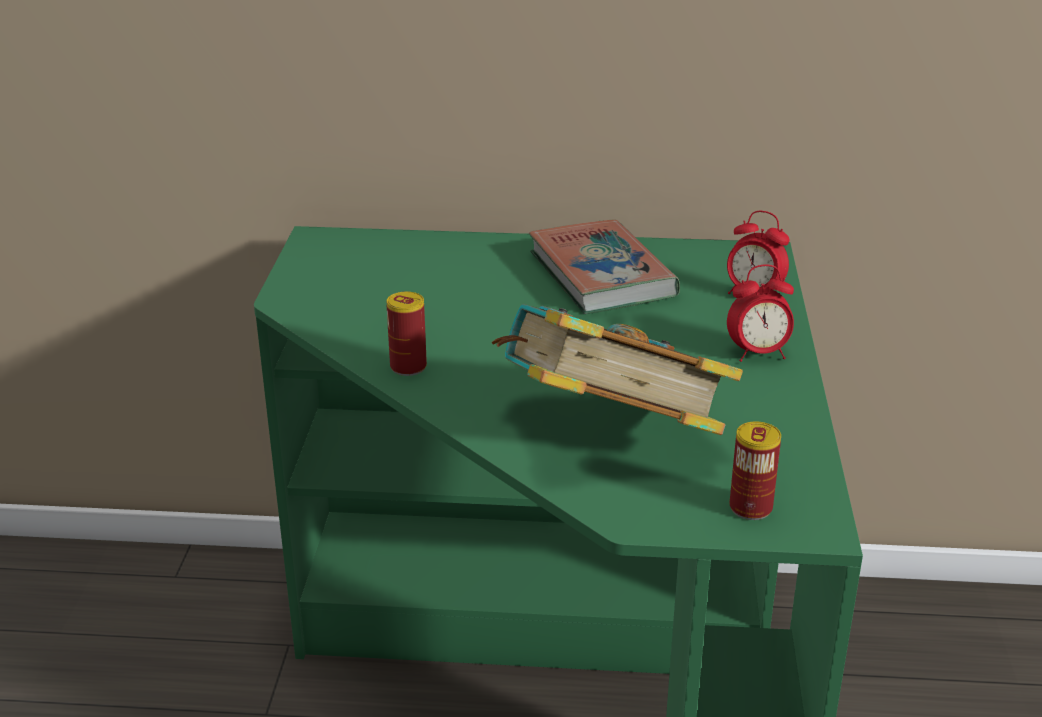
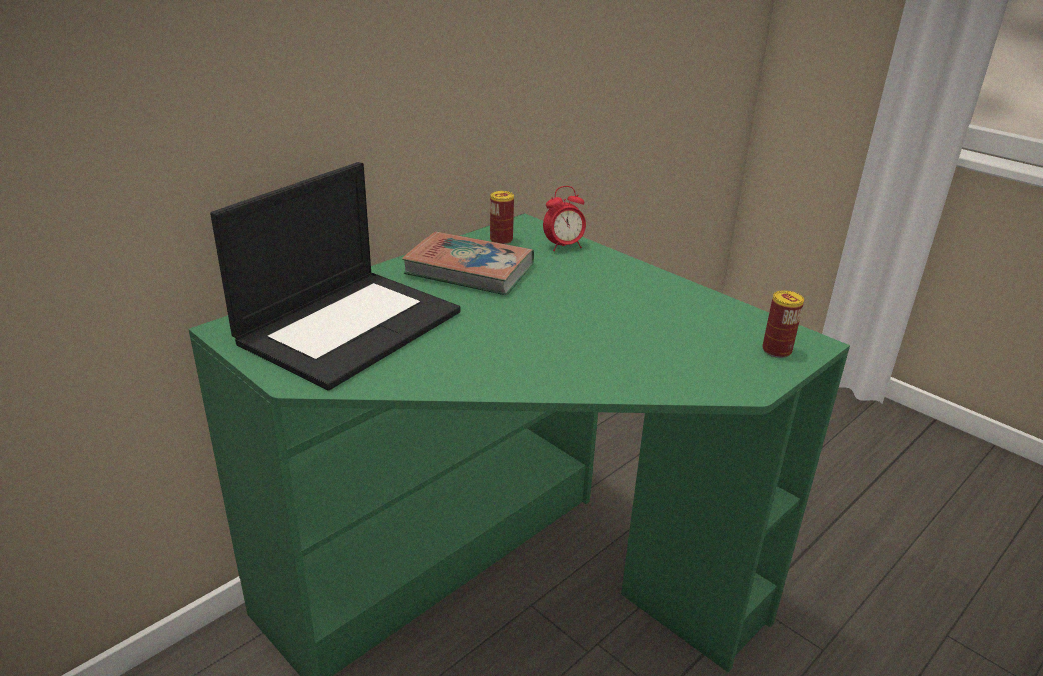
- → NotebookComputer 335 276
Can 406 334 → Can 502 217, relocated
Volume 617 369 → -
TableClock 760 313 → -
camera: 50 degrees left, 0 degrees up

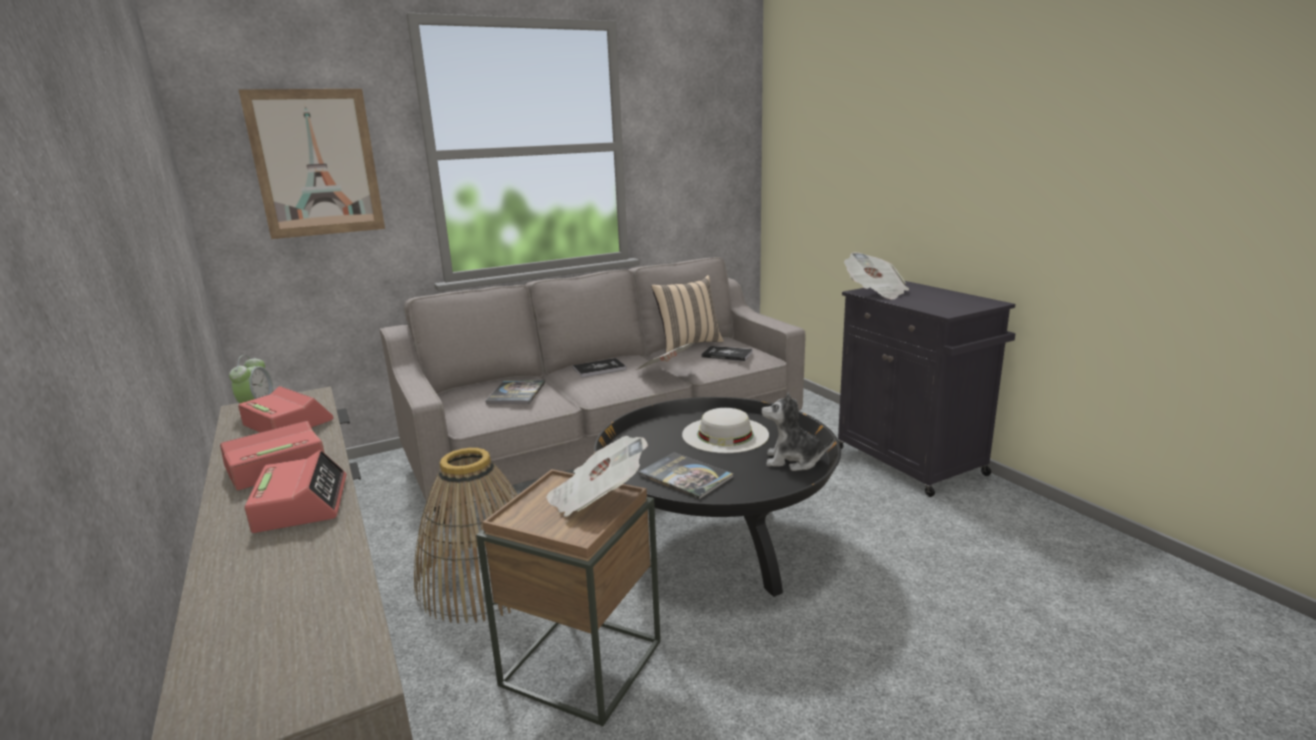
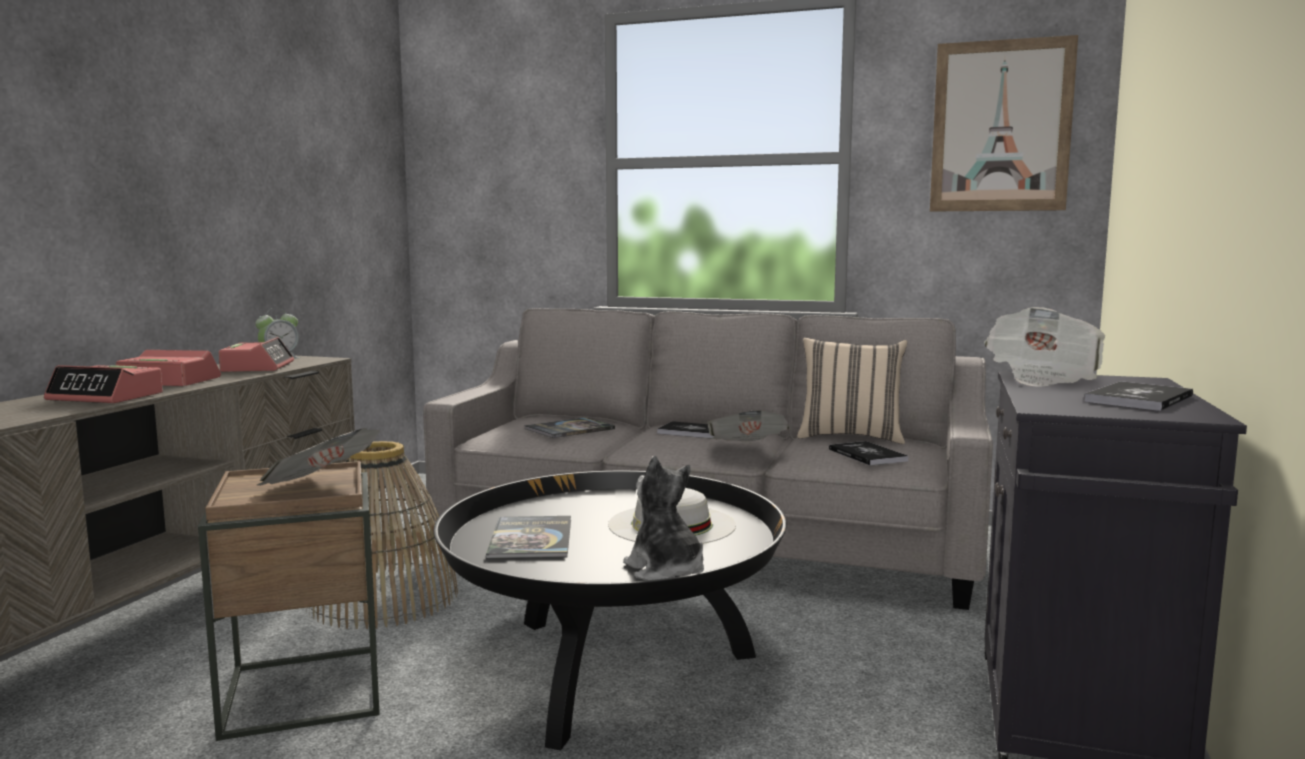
TableClock 295 491 → TableClock 103 384, 75 degrees clockwise
WallPicture 311 164 → WallPicture 1004 123, relocated
- → Volume 1138 396
camera: 45 degrees right, 10 degrees down

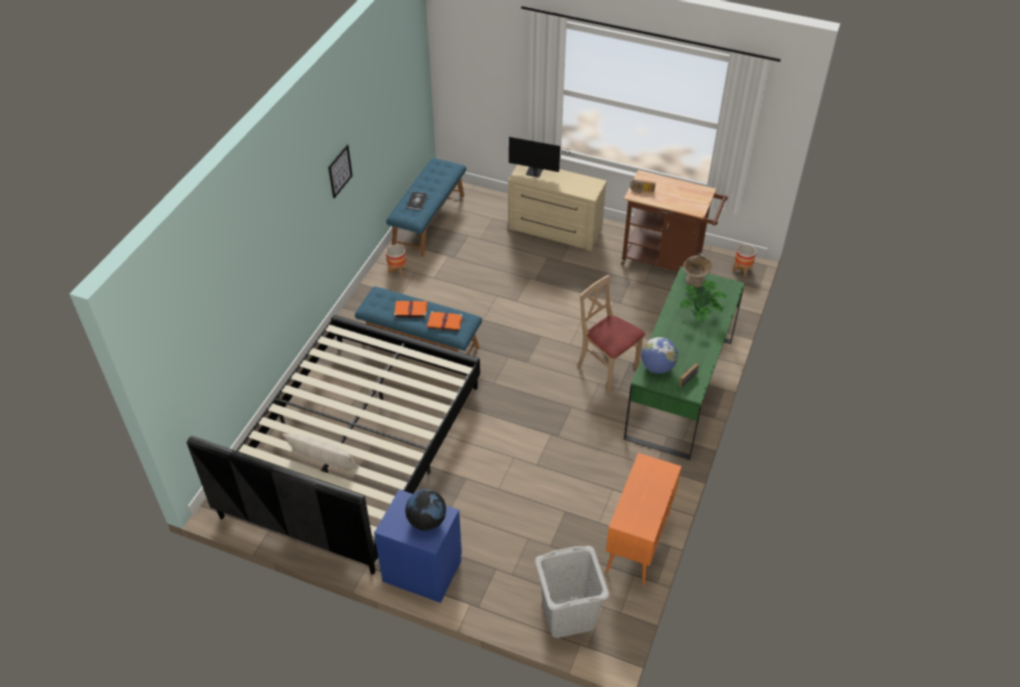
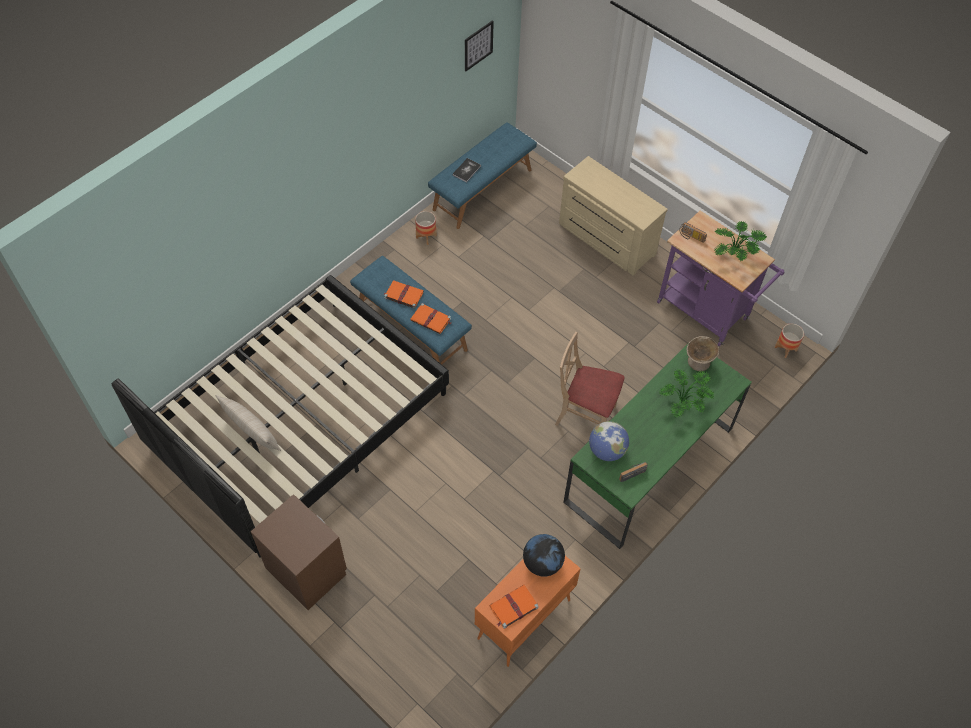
BlueNightstand 418 546 → BrownishNightstand 299 552
WallPicture 340 171 → WallPicture 479 45, relocated
- → OrangeyVolume 514 607
WorldGlobe 425 510 → WorldGlobe 544 555, relocated
BeigeColouredUprightChair 611 333 → BeigeColouredUprightChair 590 379, 45 degrees counterclockwise
BrownishCart 674 221 → PurpleCart 721 278
- → PlantInAPot 740 241
ComputerScreen 541 157 → -
GreyLaundryBasket 572 592 → -
camera: 20 degrees right, 10 degrees up

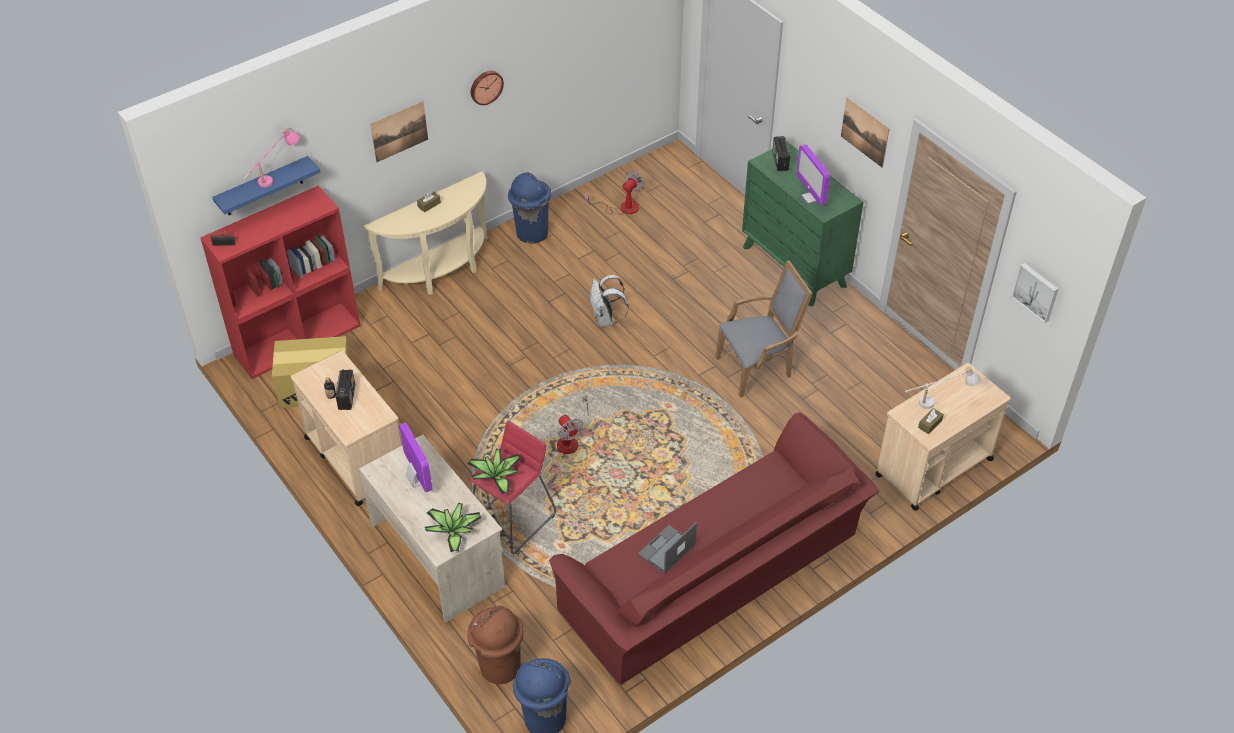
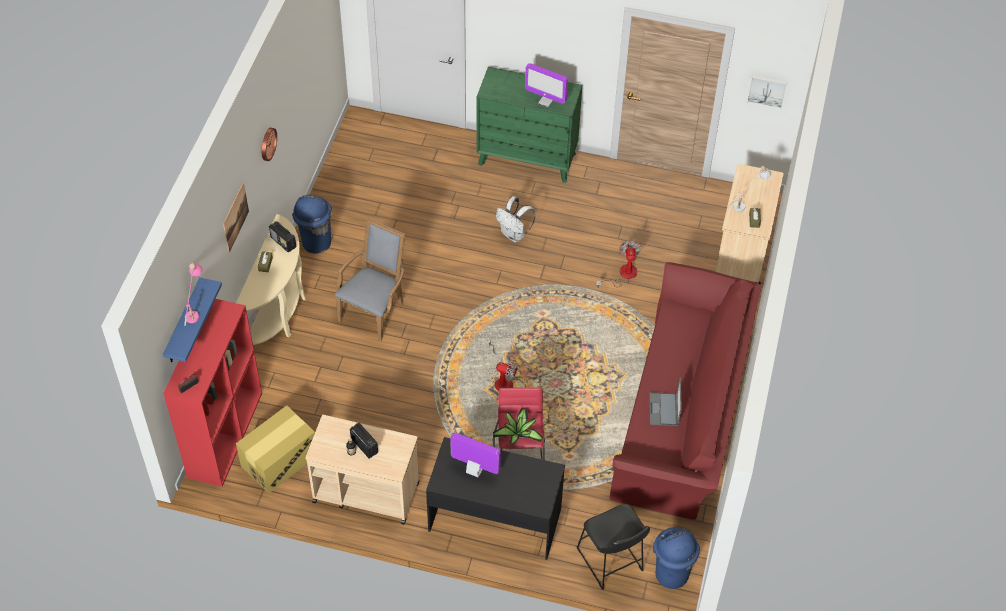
Radio 781 153 → Radio 283 237, relocated
GreyEasyChair 764 329 → GreyEasyChair 370 279, relocated
BeigeColouredDeskTable 432 528 → BlackDeskTable 495 498
WhiteKnapsack 609 301 → WhiteKnapsack 516 219, relocated
BrownishWasteBin 495 645 → BlackStoolSeat 613 547
CoolingFan 614 193 → CoolingFan 619 264, relocated
PlantInAPot 453 527 → -
WallPicture 865 132 → -
camera: 40 degrees left, 5 degrees up

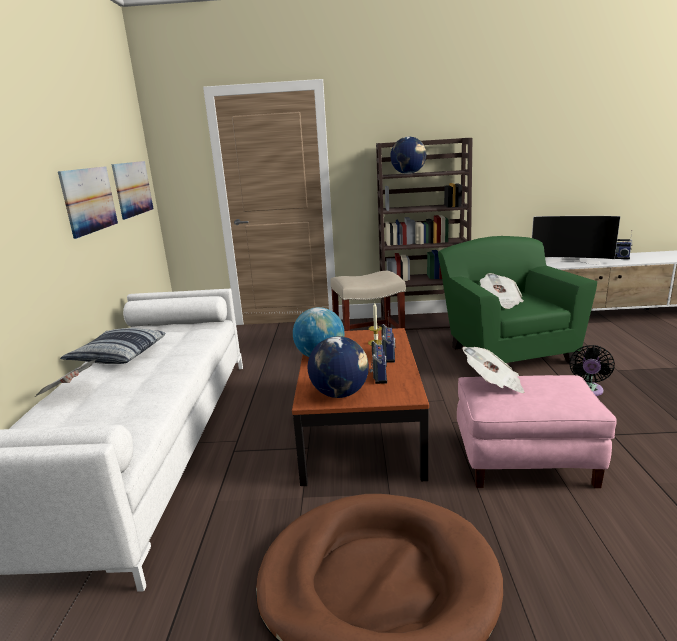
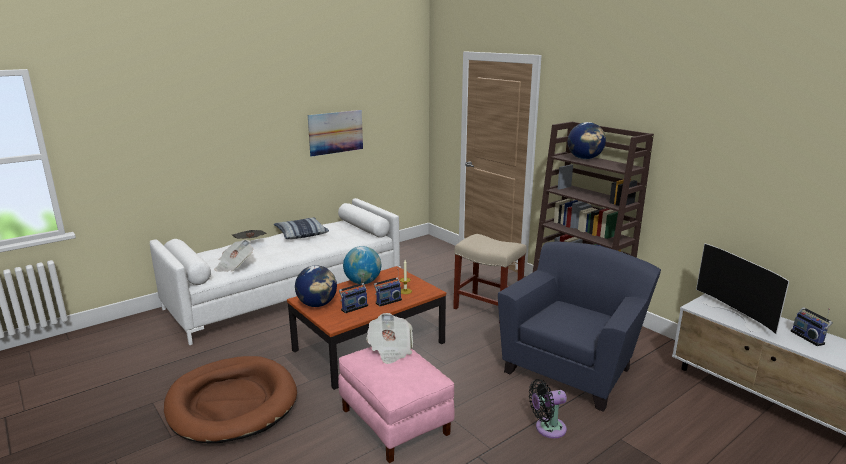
DailyPaper 502 291 → DailyPaper 233 256, relocated
GreenEasyChair 517 300 → BlueEasyChair 579 326
WallPicture 132 190 → -
camera: 50 degrees right, 0 degrees up

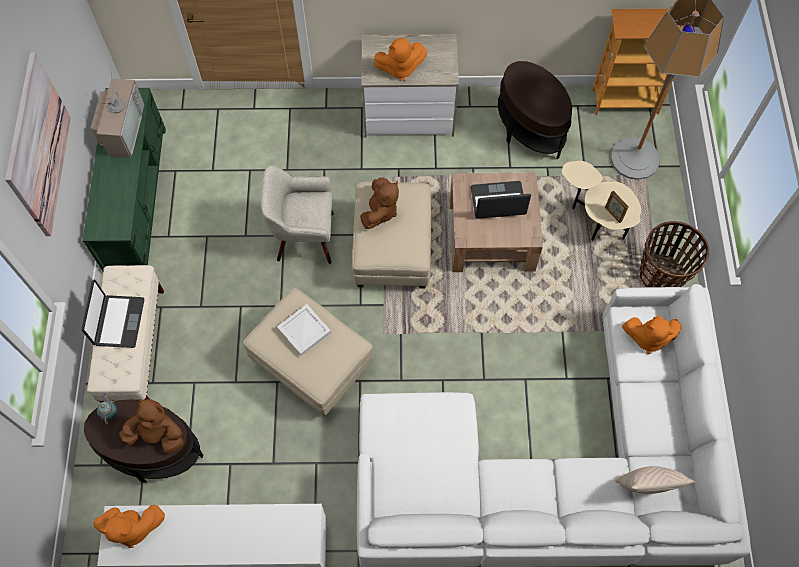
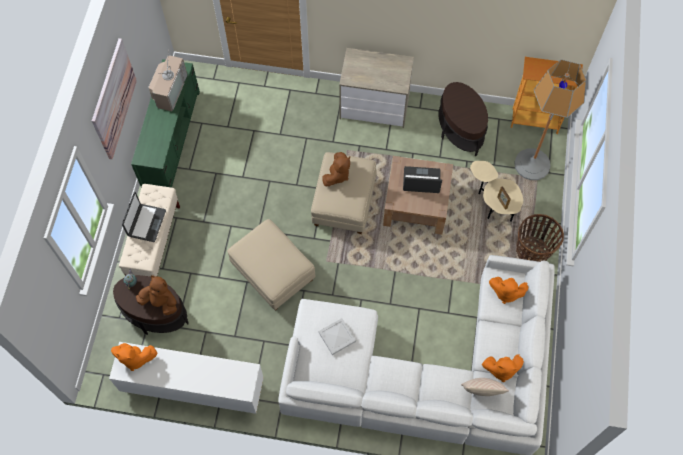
WhiteTray 304 330 → WhiteTray 337 336, relocated
OrangeyCuddlyToy 400 59 → OrangeyCuddlyToy 503 368, relocated
BeigeColouredEasyChair 297 214 → -
camera: 10 degrees right, 0 degrees up

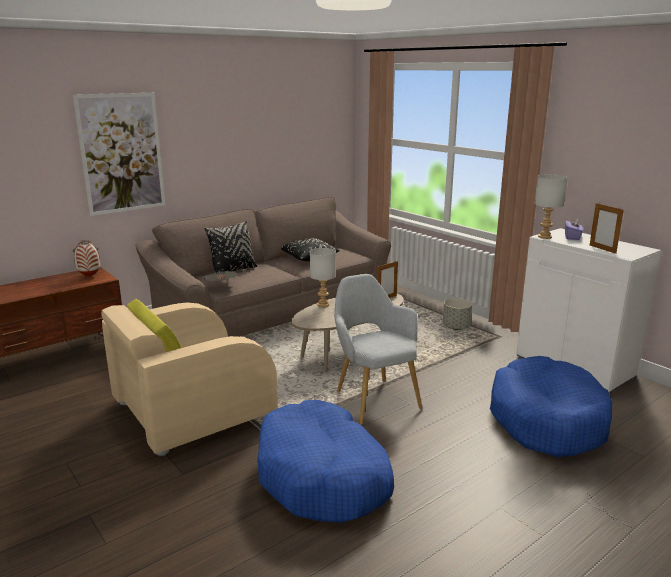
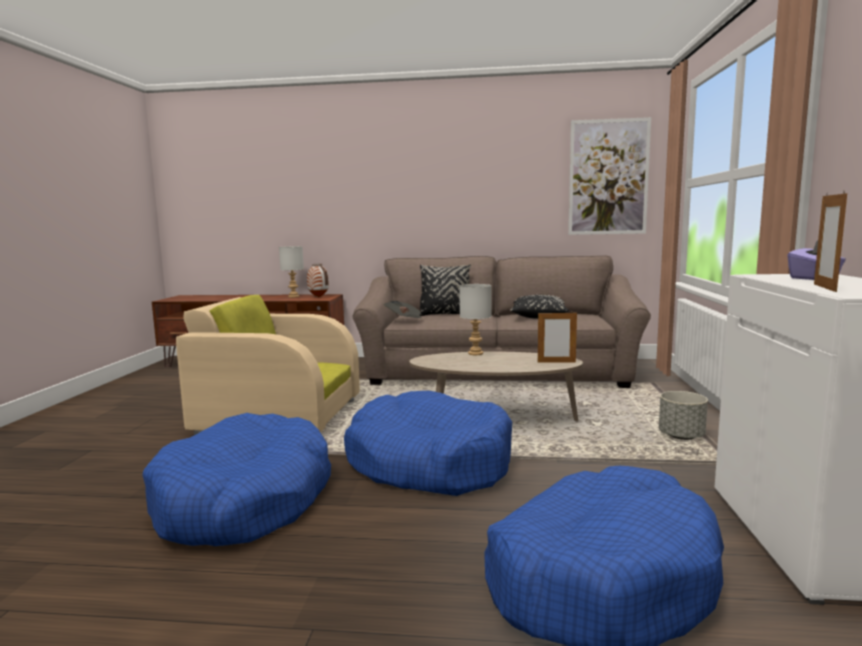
GreyTableLamp 551 207 → GreyTableLamp 291 272, relocated
GreyEasyChair 378 349 → BlueDogBed 428 443
WallPicture 119 154 → WallPicture 609 176, relocated
camera: 45 degrees right, 10 degrees down

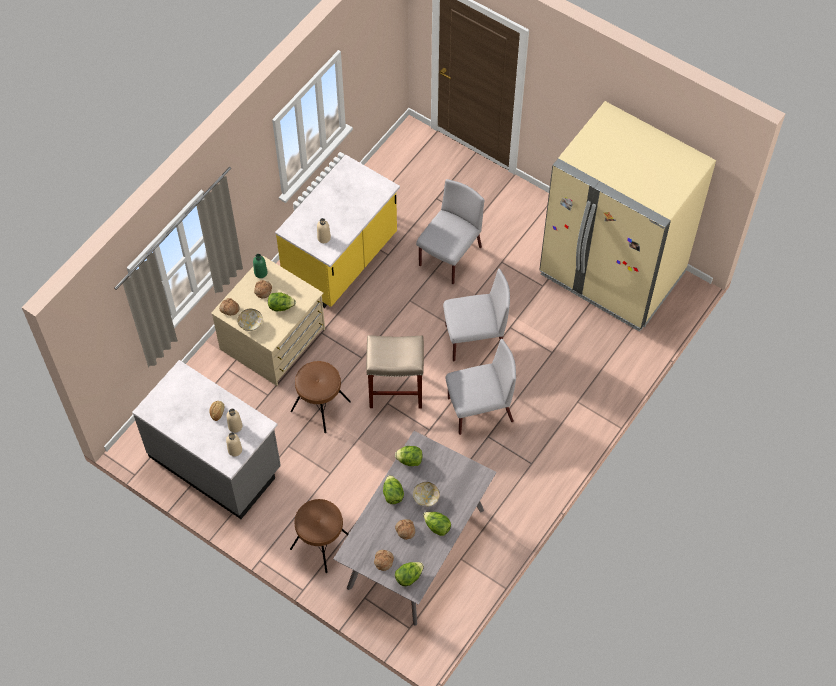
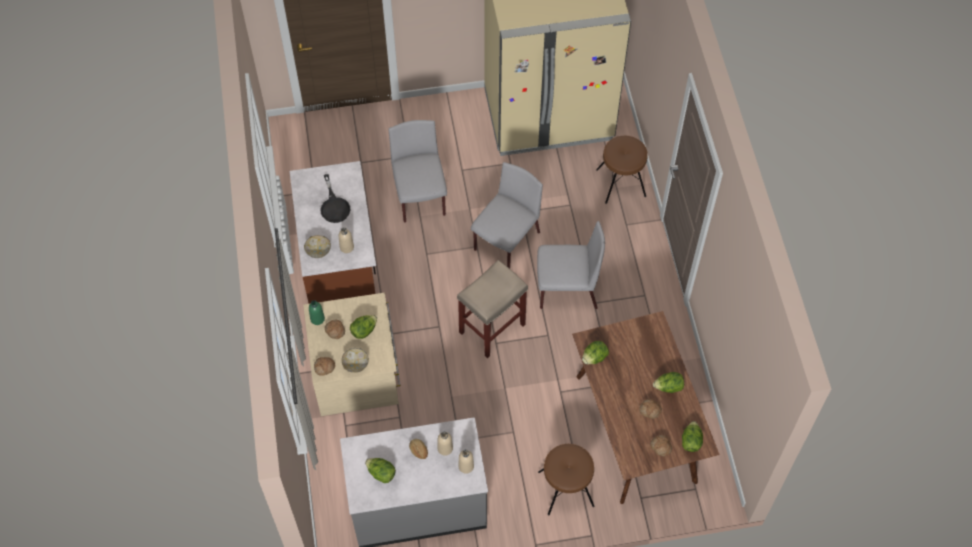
YellowColouredKitchenBaseUnit 337 231 → BrownishKitchenBaseUnit 332 232
Bowl 426 494 → Bowl 317 246, relocated
- → BlackFryingPan 335 198
LettuceHead 393 489 → LettuceHead 380 470, relocated
GreyUprightChair 480 387 → GreyUprightChair 571 265, 60 degrees clockwise
GreyKitchenTable 415 528 → BrownishKitchenTable 646 407
BrownishStoolSeat 320 397 → BrownishStoolSeat 622 170, relocated
camera: 45 degrees left, 0 degrees up

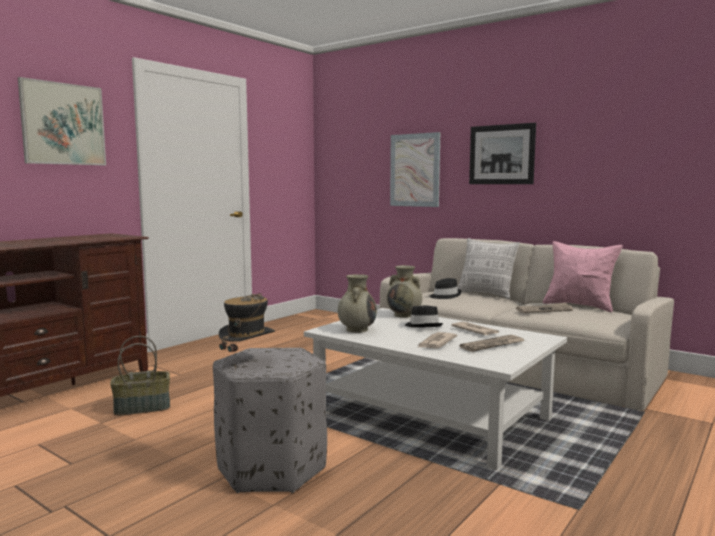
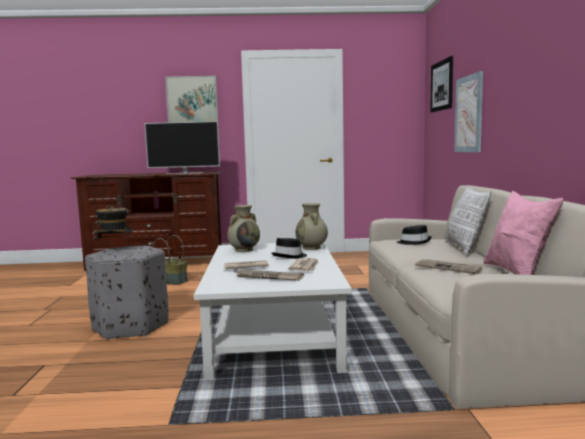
- → Television 182 147
WallPicture 502 153 → WallPicture 441 84, relocated
camera: 50 degrees right, 0 degrees up

